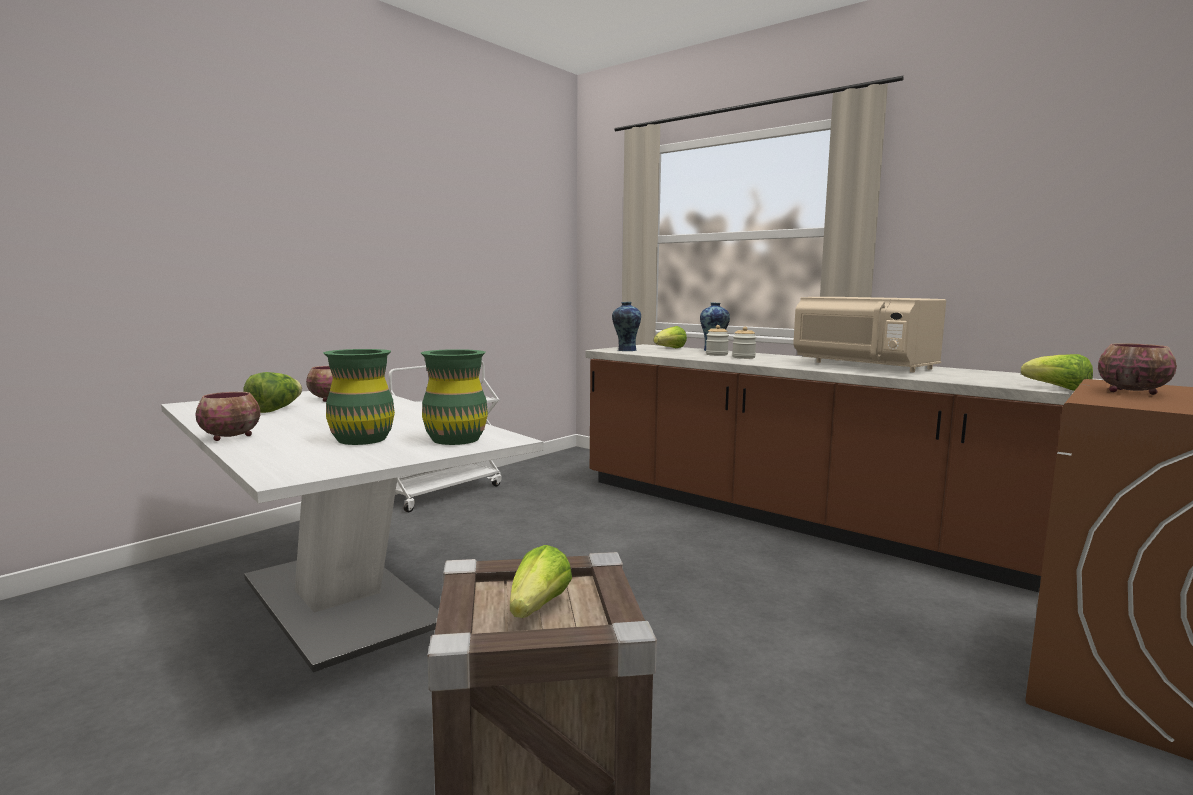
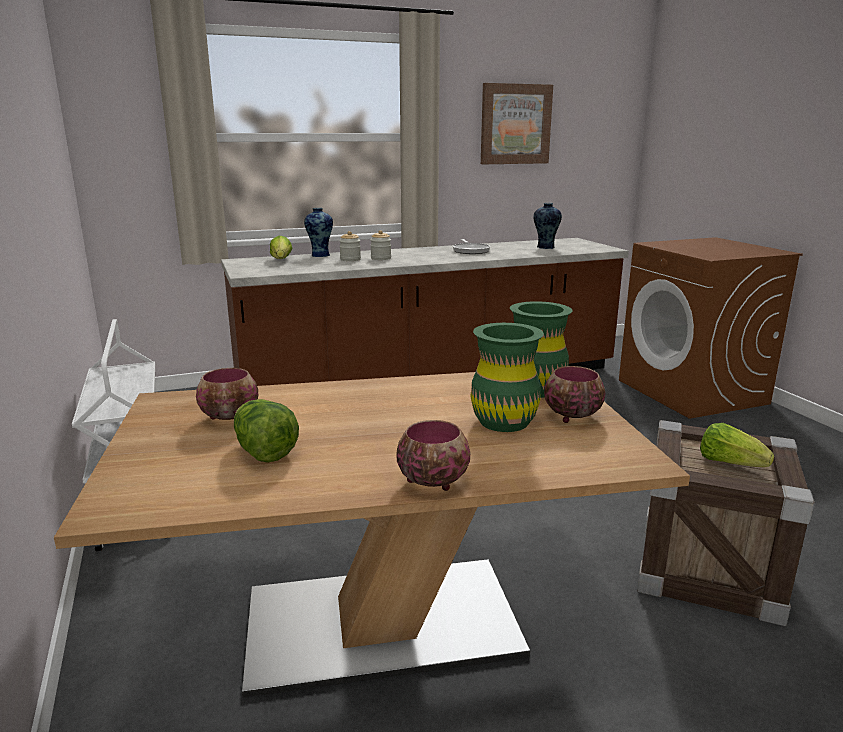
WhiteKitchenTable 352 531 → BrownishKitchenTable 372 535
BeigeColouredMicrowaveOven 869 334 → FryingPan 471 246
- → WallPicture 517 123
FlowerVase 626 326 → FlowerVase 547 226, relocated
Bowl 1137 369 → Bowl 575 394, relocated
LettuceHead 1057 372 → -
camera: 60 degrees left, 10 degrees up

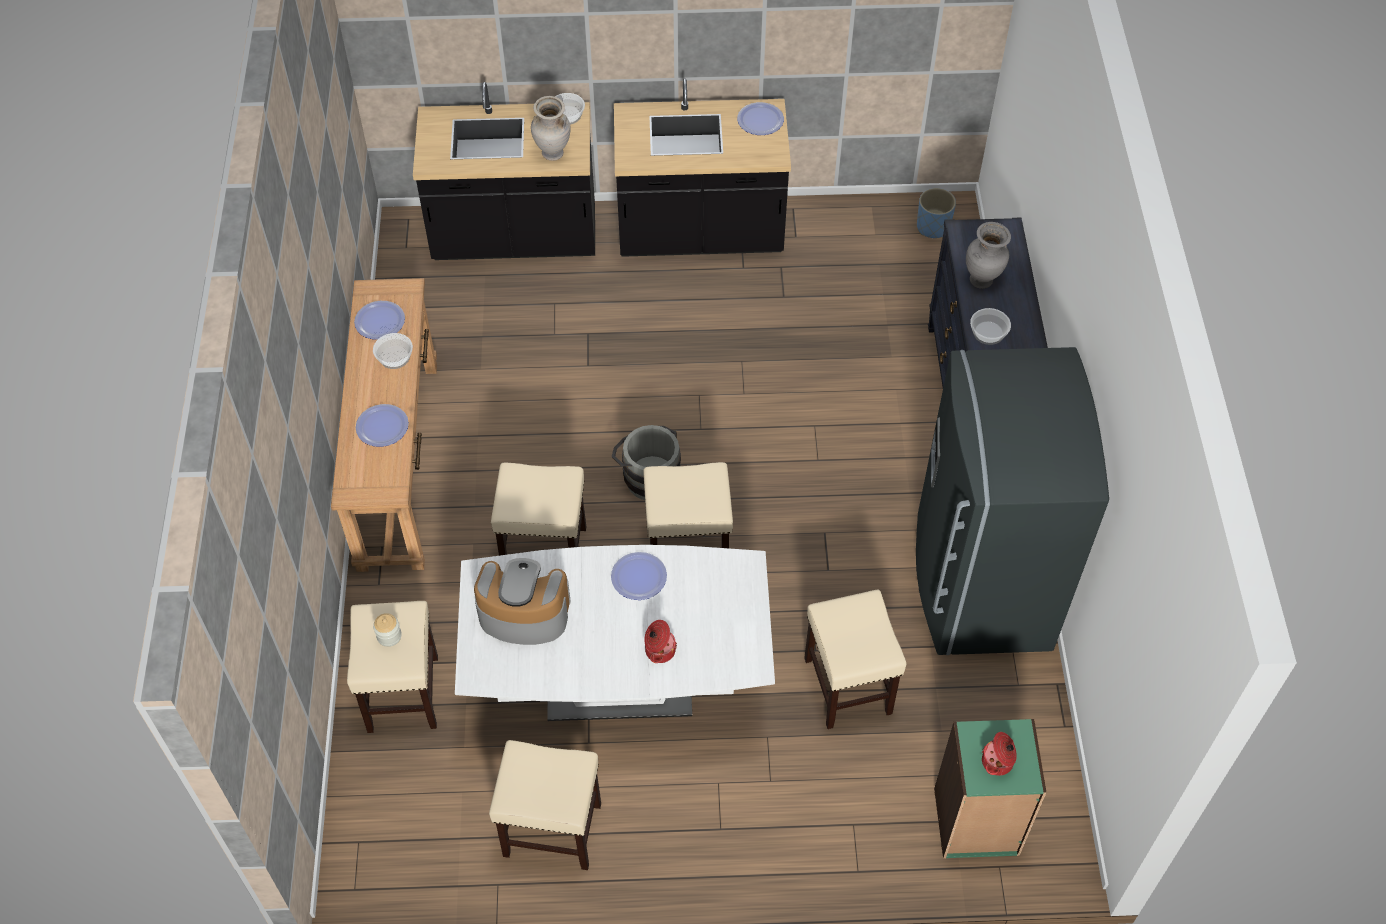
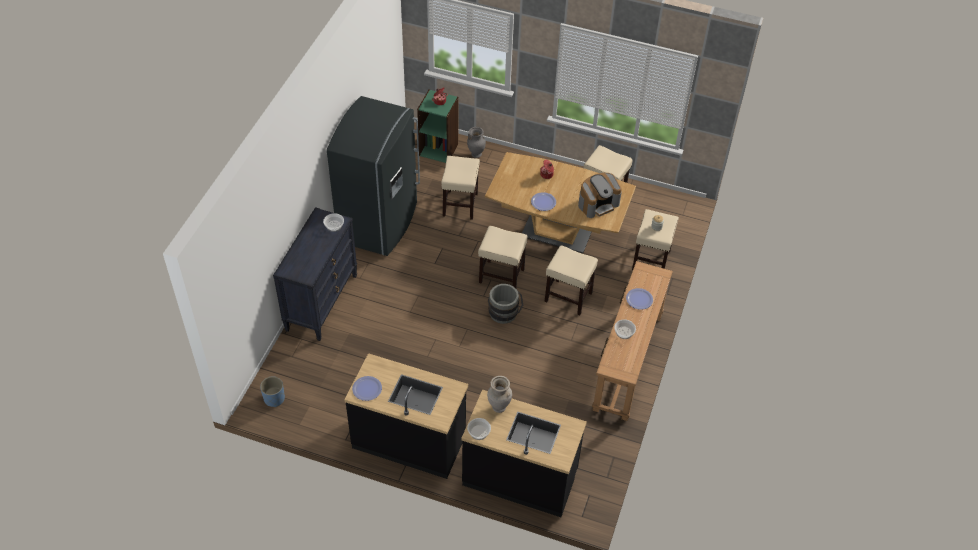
GreyFlowerVase 988 255 → GreyFlowerVase 476 142, relocated
WhiteKitchenTable 615 633 → BrownishKitchenTable 560 202
CoffeeBrewer 522 601 → CoffeeBrewer 600 195, 60 degrees counterclockwise
Plate 379 320 → -
camera: 160 degrees left, 5 degrees down

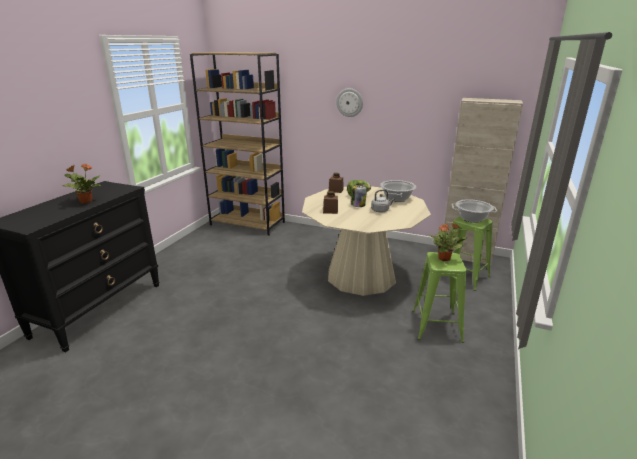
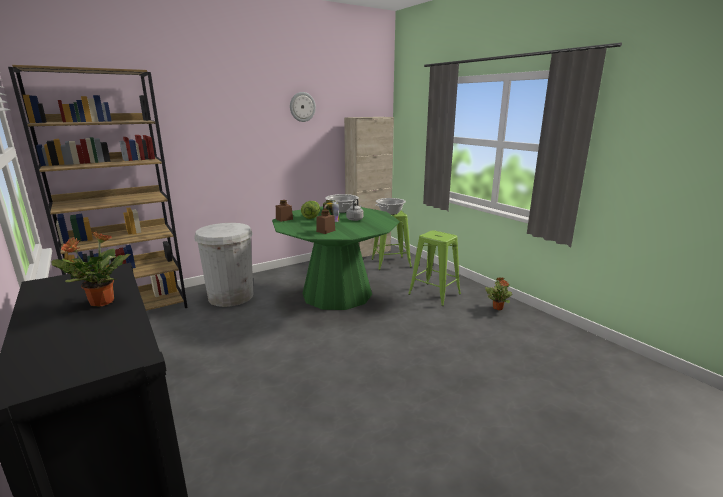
- → WhiteWasteBin 223 265
BeigeColouredKitchenTable 366 241 → GreenKitchenTable 336 258
WallClock 349 102 → WallClock 303 107, relocated
PlantInAPot 448 242 → PlantInAPot 498 293, relocated
camera: 55 degrees left, 5 degrees down

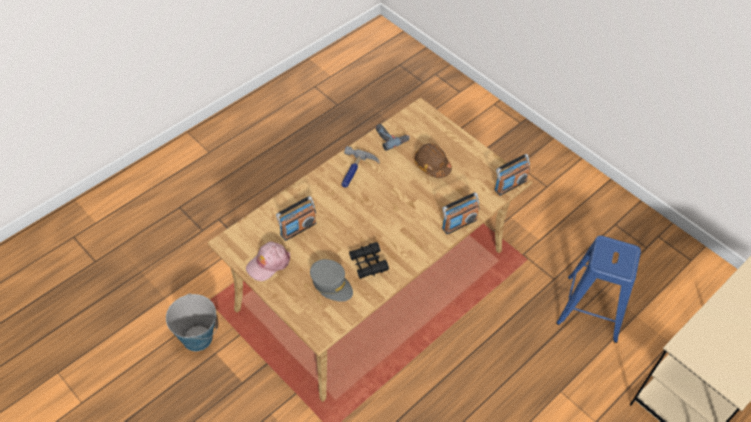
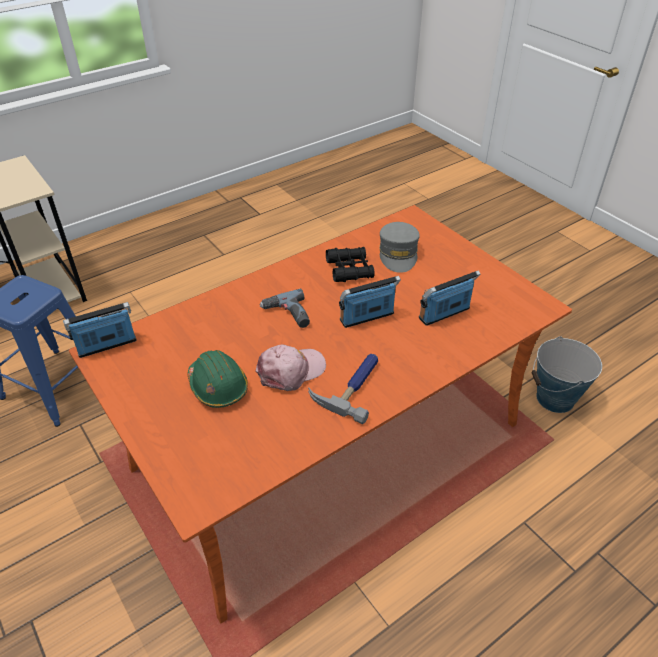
BeigeColouredKitchenTable 369 250 → OrangeyKitchenTable 320 414
BrownishWorkHelmet 433 160 → GreenWorkHelmet 218 379
PinkishPeakedCap 268 261 → PinkishPeakedCap 290 368, relocated
PowerDrill 393 137 → PowerDrill 284 308, relocated
Radio 460 213 → Radio 370 302, relocated
GreyPeakedCap 331 280 → GreyPeakedCap 400 247, 135 degrees counterclockwise
camera: 170 degrees left, 10 degrees down

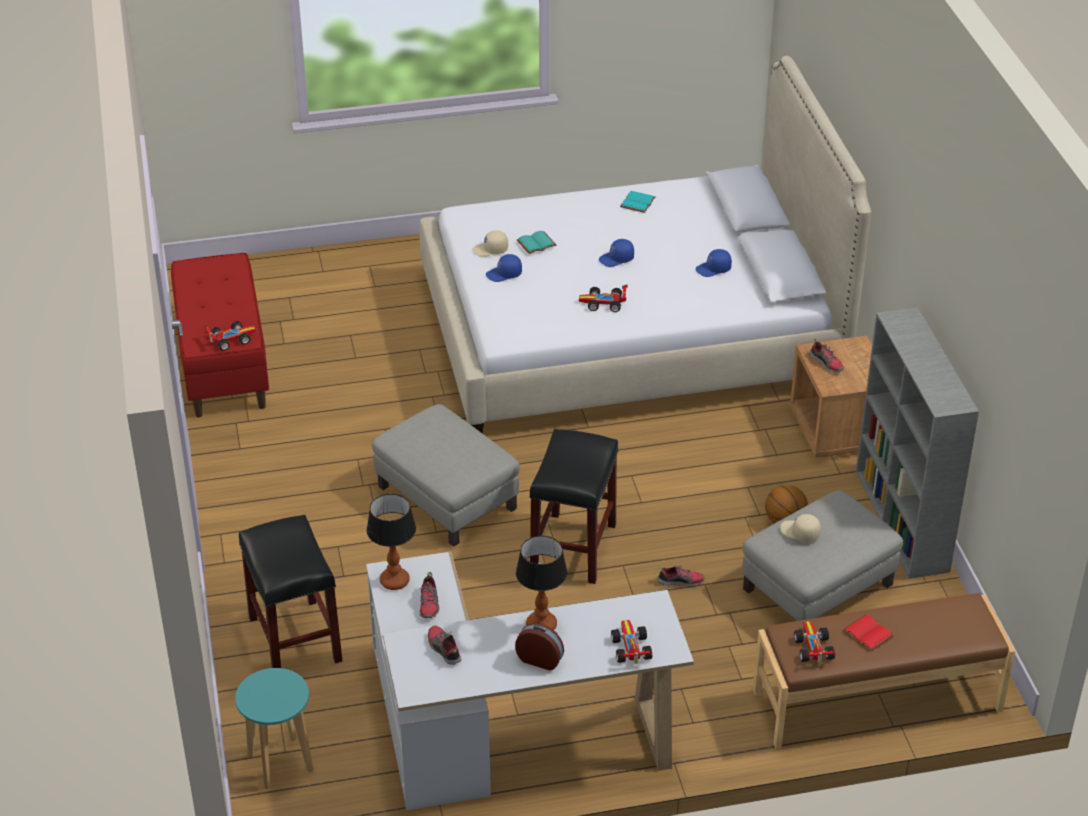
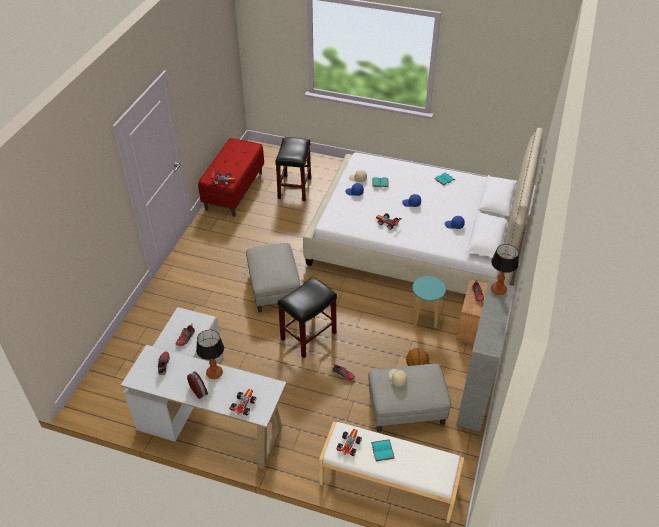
BlackStoolSeat 290 591 → BlackStoolSeat 293 169, relocated
BrownishLongSeat 884 671 → WhiteLongSeat 391 472
ReddishVolume 868 632 → BlueGreenVolume 383 450
BlueGreenStoolSeat 274 728 → BlueGreenStoolSeat 429 302, relocated
TableLamp 391 542 → TableLamp 505 269, relocated
camera: 30 degrees right, 5 degrees up

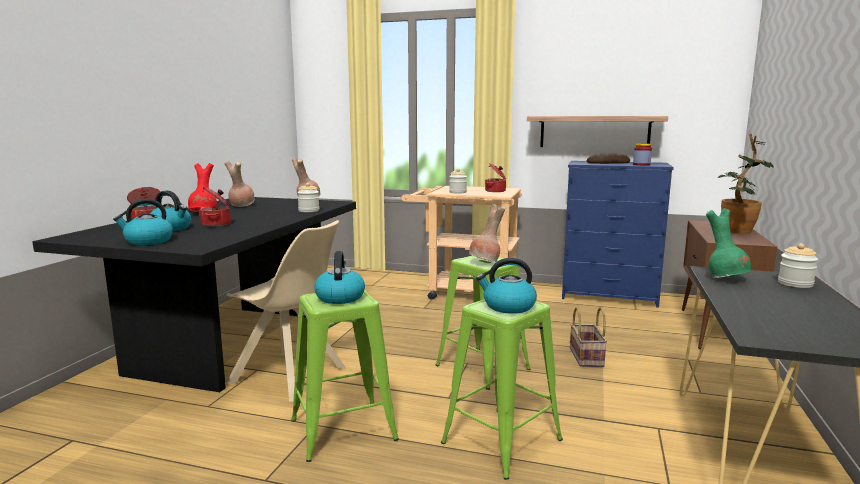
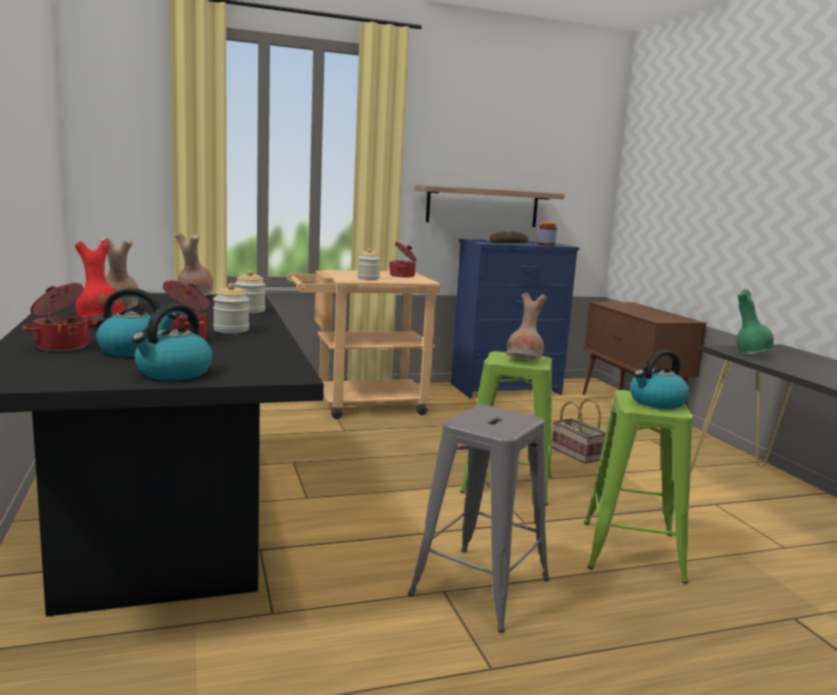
StorageJar 798 265 → StorageJar 231 308, relocated
GreenStoolSeat 345 376 → GreyStoolSeat 479 519
BeigeColouredUprightChair 286 311 → -
Kettle 339 277 → -
PlantInAPot 745 184 → -
camera: 35 degrees left, 0 degrees up

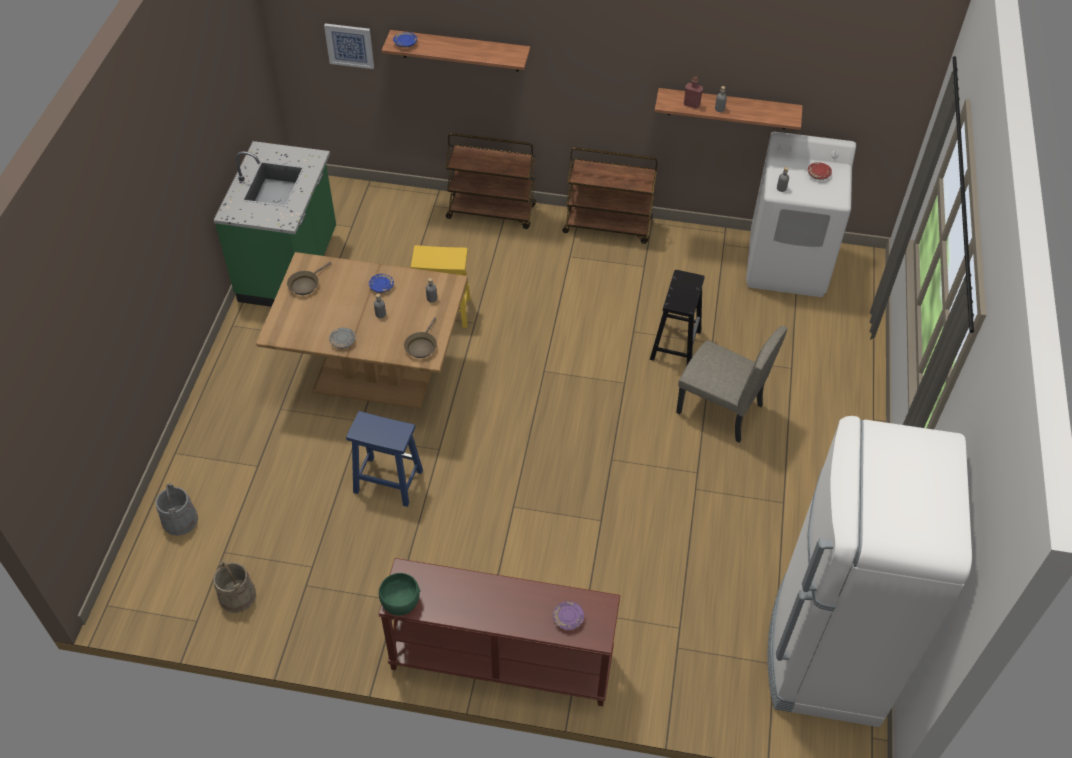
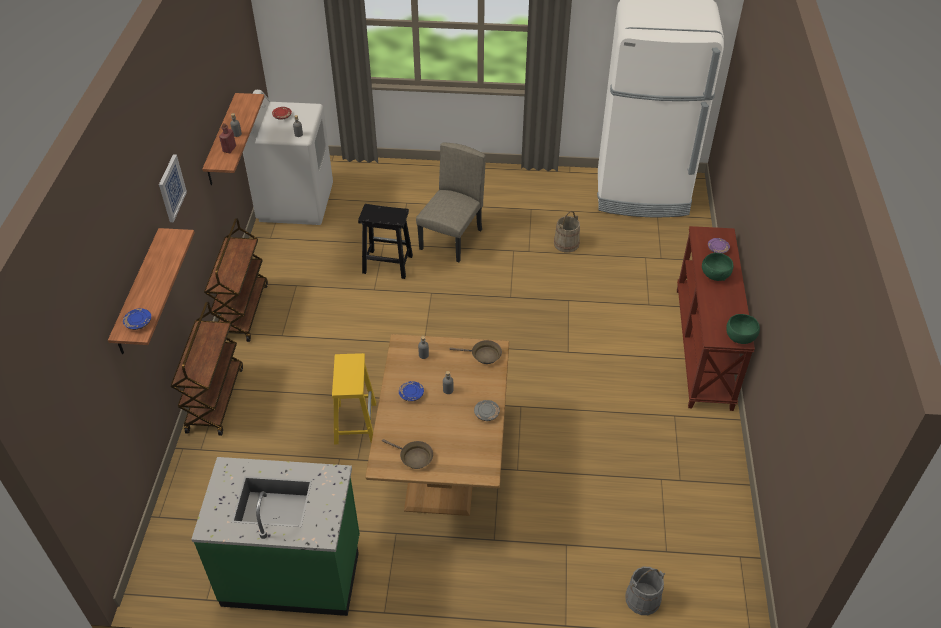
WallPicture 349 46 → WallPicture 173 188, relocated
BeigeColouredPail 234 587 → BeigeColouredPail 567 232, relocated
- → GreenBowl 717 267
BlueStoolSeat 384 459 → -
camera: 95 degrees left, 5 degrees down

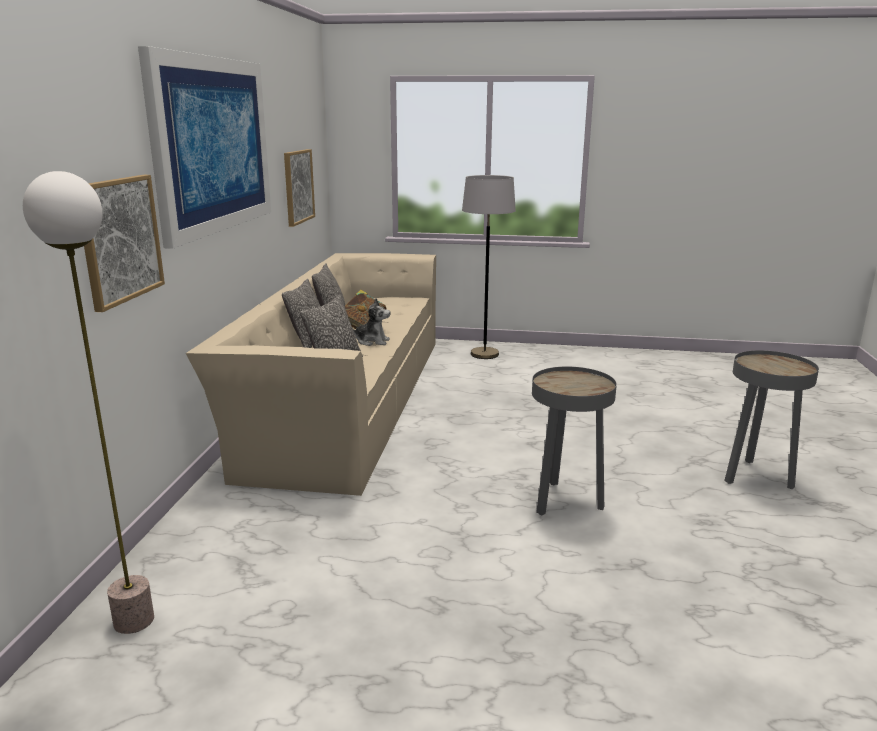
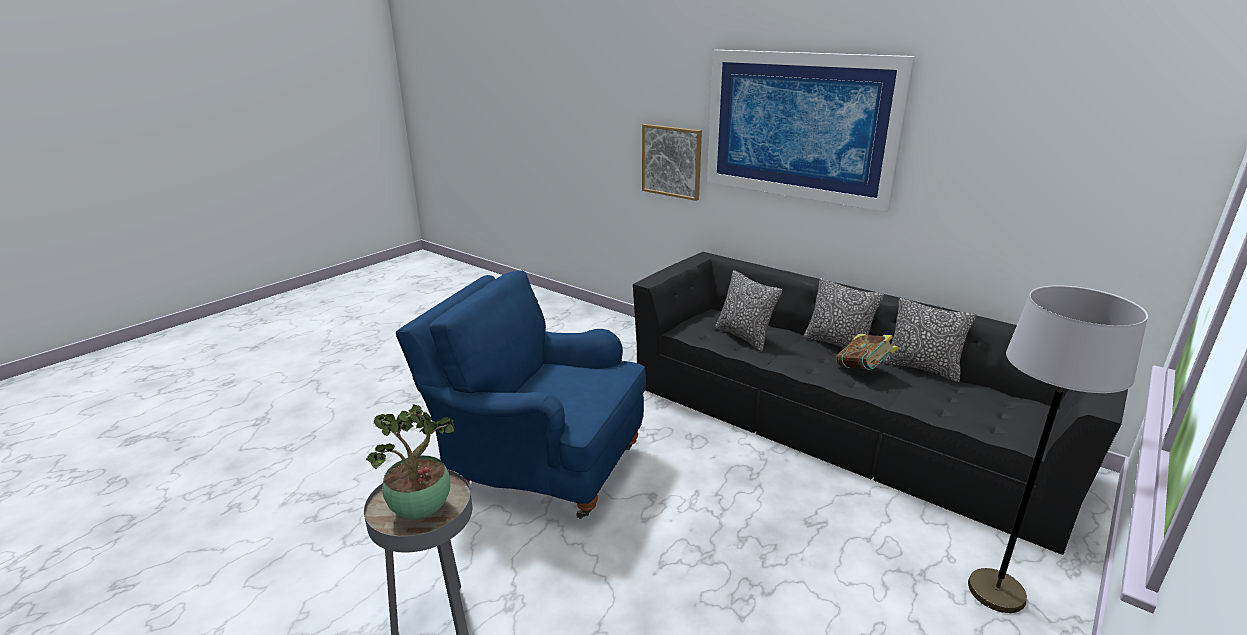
- → PlantInAPot 410 461
GreyAccentTable 574 441 → BlueEasyChair 520 394
BeigeColouredSettee 311 374 → BlackSettee 880 403
StandingLamp 88 402 → -
WallPicture 299 188 → -
CuddlyToy 371 322 → -
camera: 120 degrees right, 5 degrees up

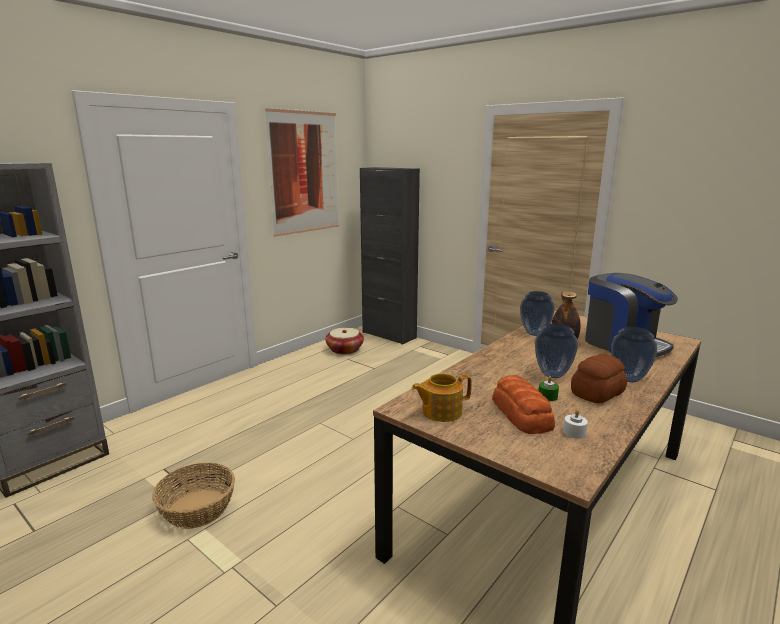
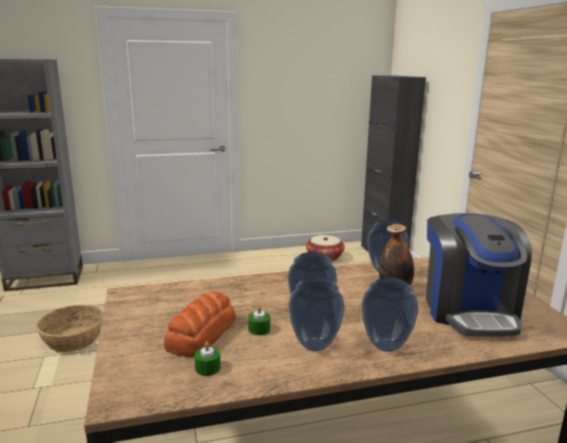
WhiteWaxLight 575 424 → GreenWaxLight 207 359
BakedBread 599 378 → FlowerVase 316 314
WallPicture 302 172 → -
Teapot 442 398 → -
camera: 35 degrees right, 0 degrees up

